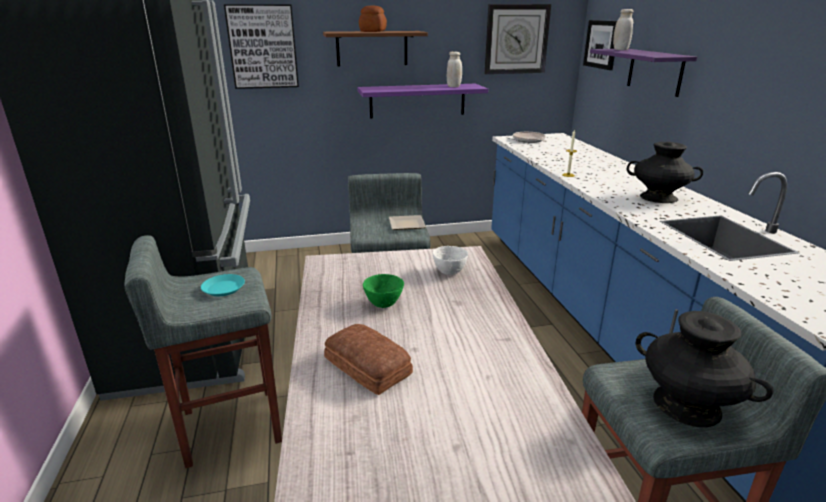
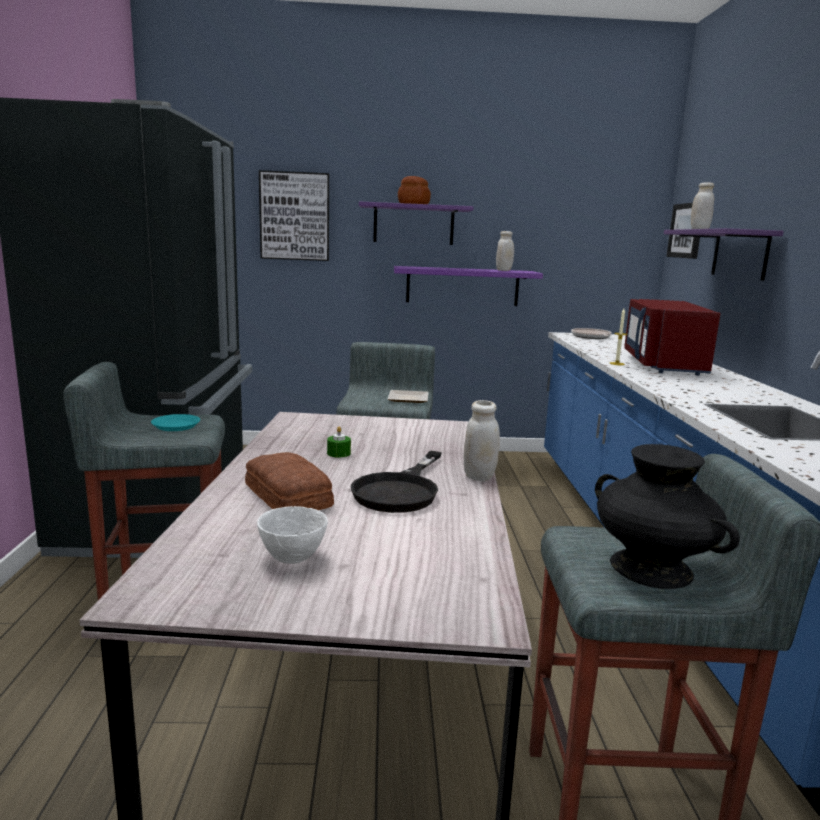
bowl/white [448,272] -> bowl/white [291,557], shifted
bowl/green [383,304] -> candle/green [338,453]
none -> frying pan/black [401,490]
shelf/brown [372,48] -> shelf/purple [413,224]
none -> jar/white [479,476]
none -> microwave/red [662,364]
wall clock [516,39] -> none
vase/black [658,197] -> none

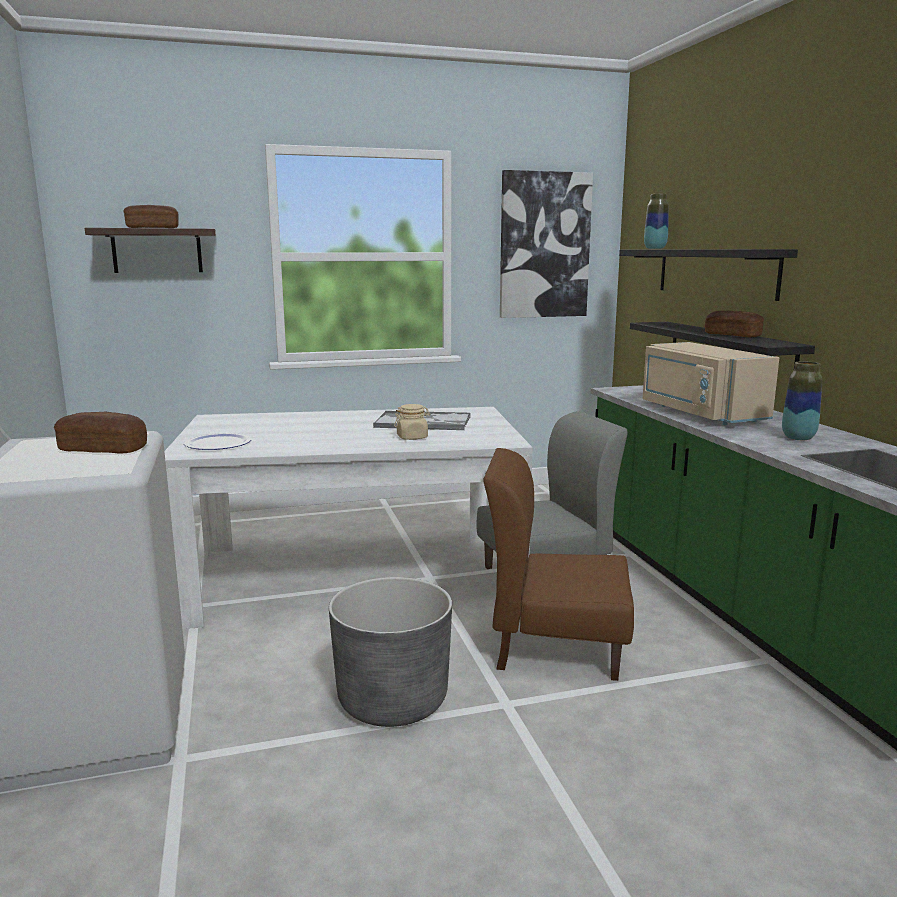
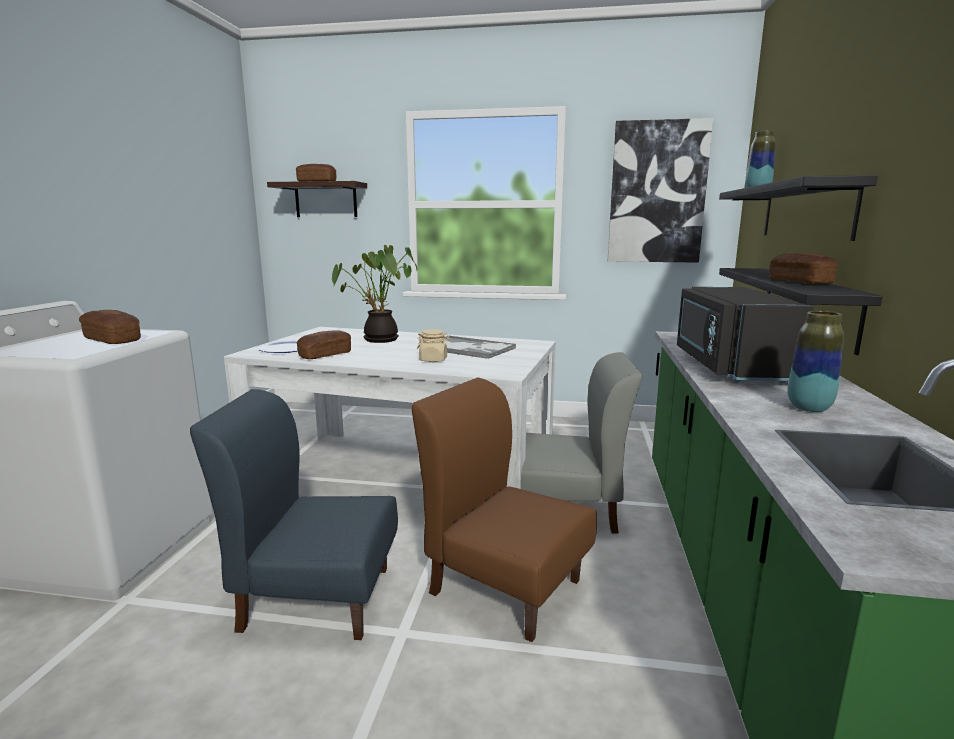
planter/grey [392,700] -> chair/blue [316,597]
none -> bread [325,355]
none -> potted plant [379,340]
microwave/beige [699,413] -> microwave/black [728,366]

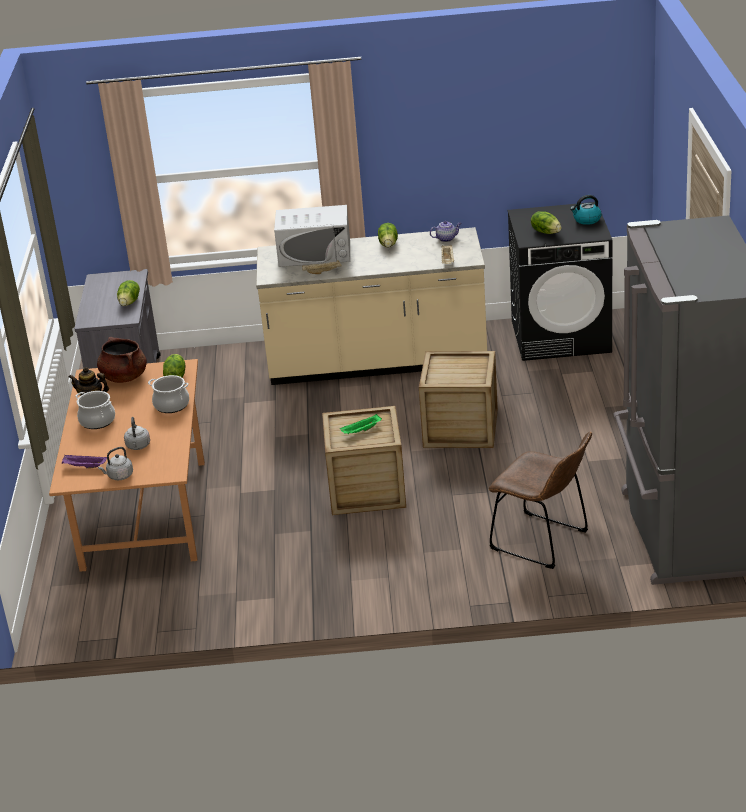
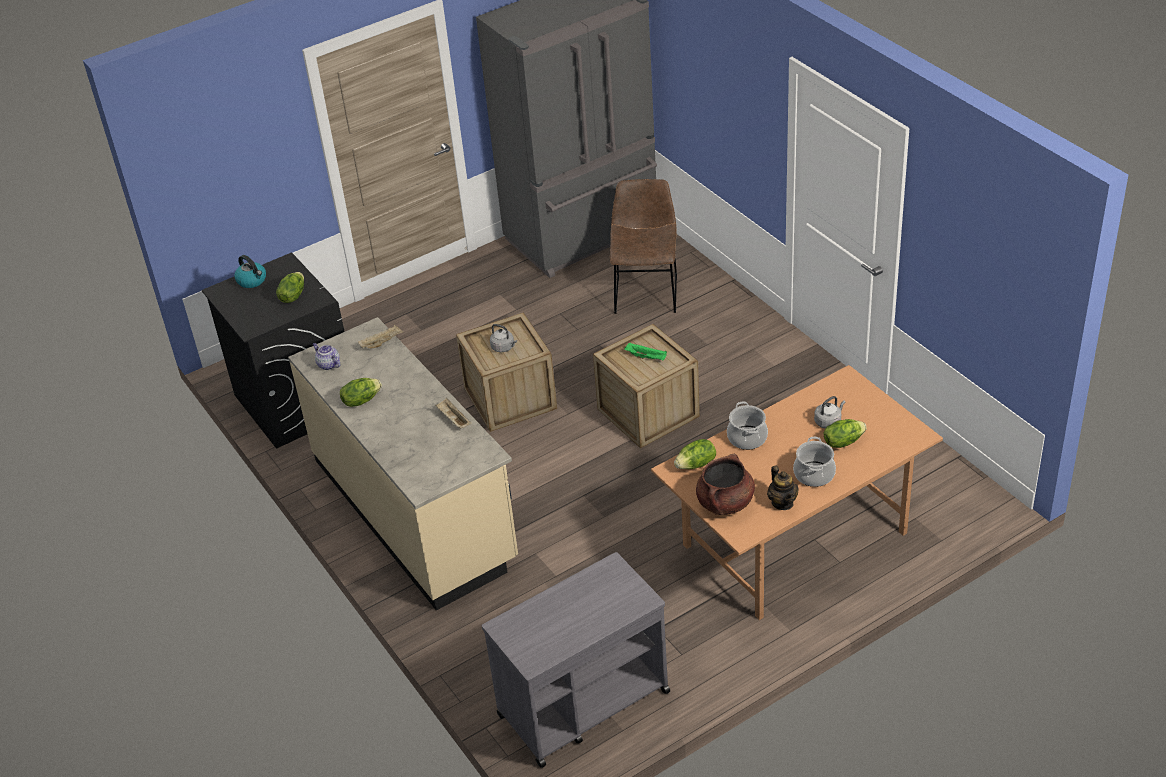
kettle/grey [119,476] -> kettle/grey [504,347], shifted
lettuce [129,302] -> lettuce [843,441], shifted
tray/purple [84,467] -> none
microwave/white [315,254] -> none

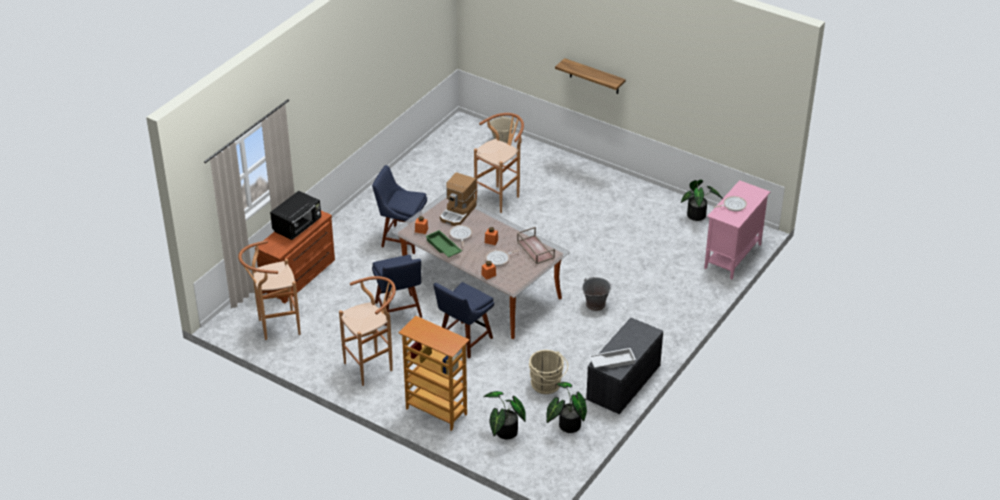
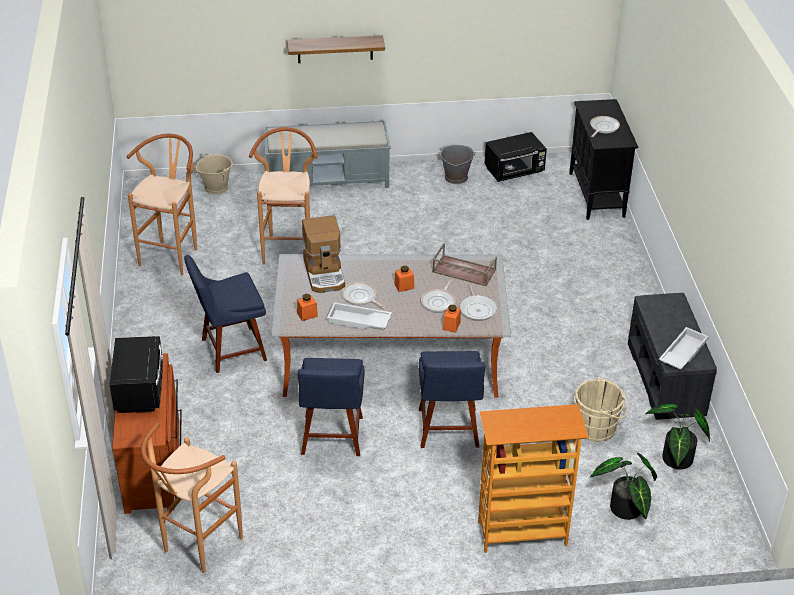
stool/brown [373,366] -> stool/brown [172,254], shifted
none -> bench/grey [328,179]
chair/blue [399,311] -> chair/blue [332,438], 60 degrees clockwise
tray/green [443,247] -> tray/white [358,321]
bucket/grey [595,304] -> bucket/grey [455,177], shifted
none -> frying pan [477,309]
potted plant [698,216] -> microwave/black [515,171]
cabinet/pink [732,257] -> cabinet/black [597,195]

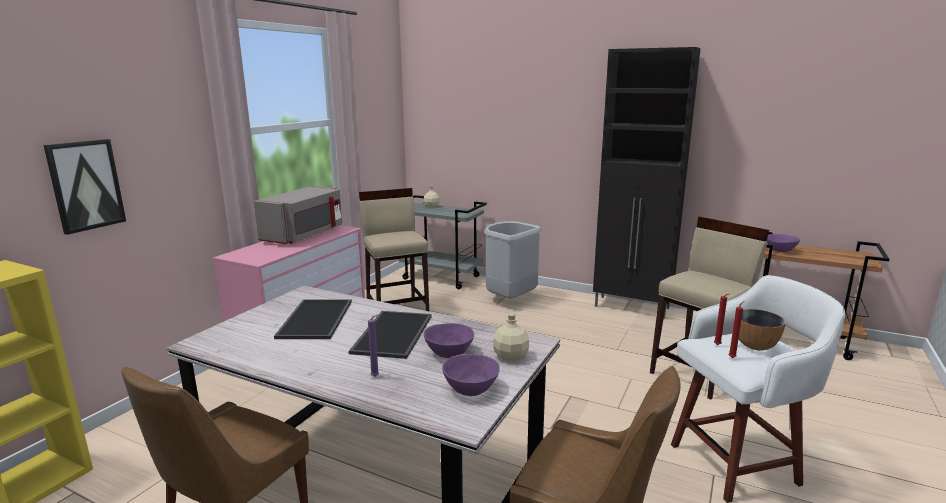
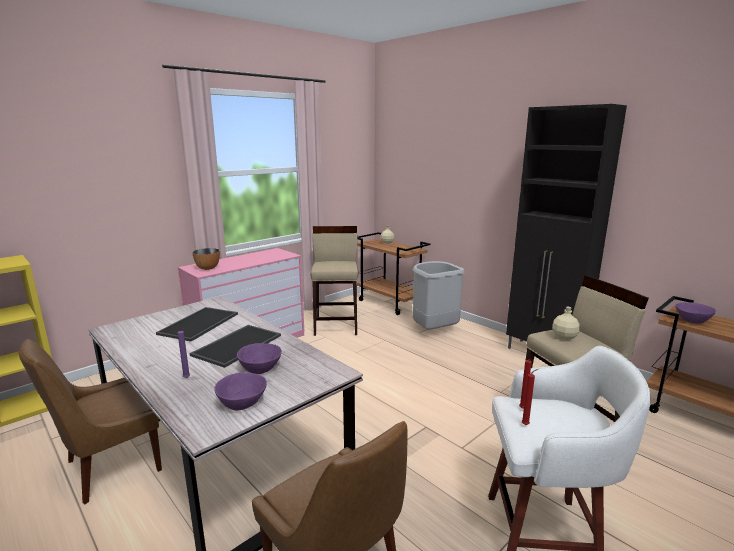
bowl [755,346] -> bowl [208,268], shifted
cart/grey [442,278] -> cart/brown [390,303]
bottle/beige [510,356] -> bottle/beige [564,336], shifted
picture [85,185] -> none
microwave/grey [304,235] -> none

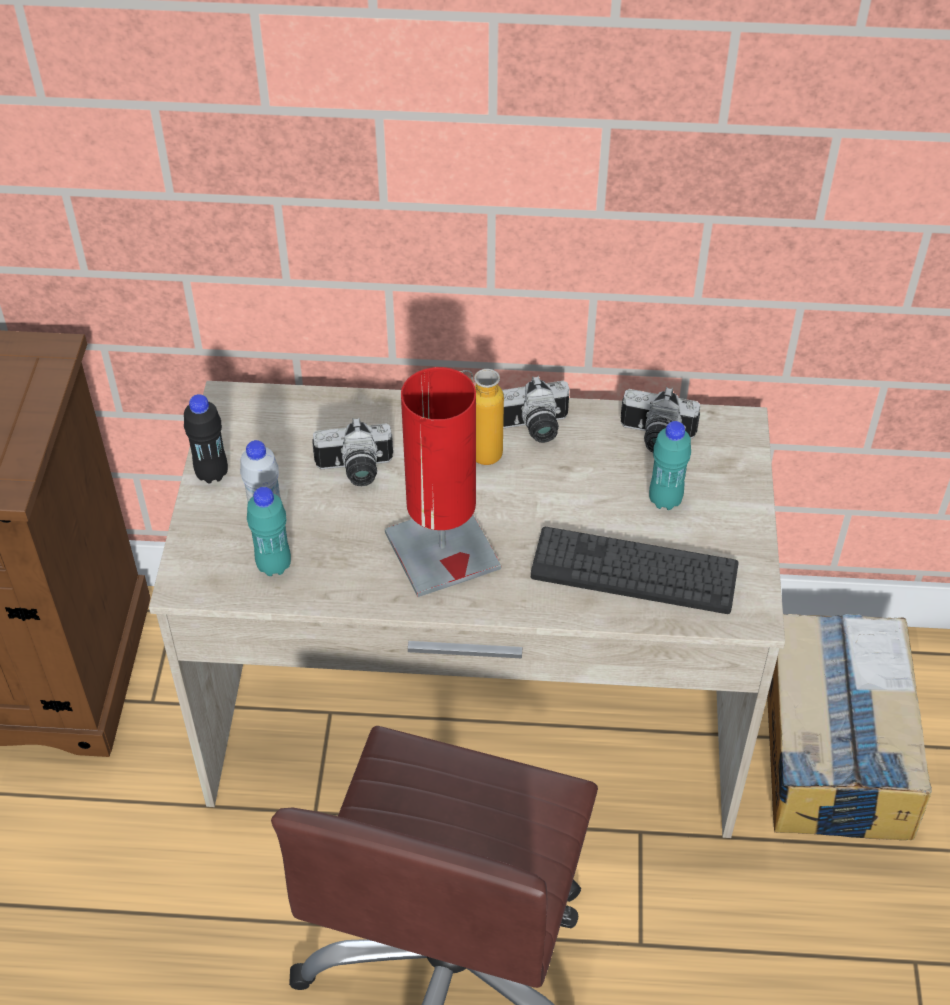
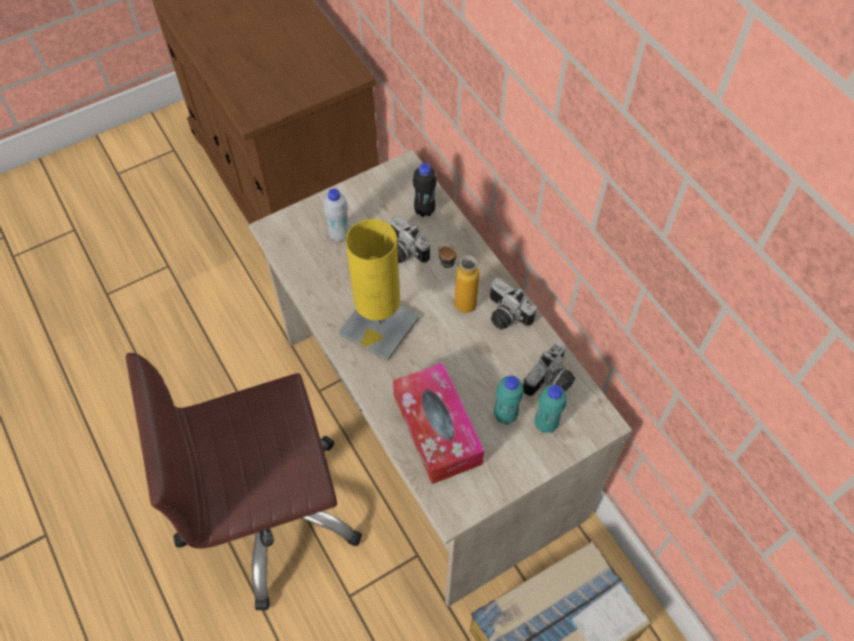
table lamp/red [442,550] -> table lamp/yellow [379,326]
keyboard [634,571] -> tissue box [437,429]
bottle/black [212,473] -> bottle/black [424,210], shifted
photo camera [655,438] -> photo camera [551,382], 120 degrees counterclockwise
bottle/turquoise [274,565] -> bottle/turquoise [545,424], shifted

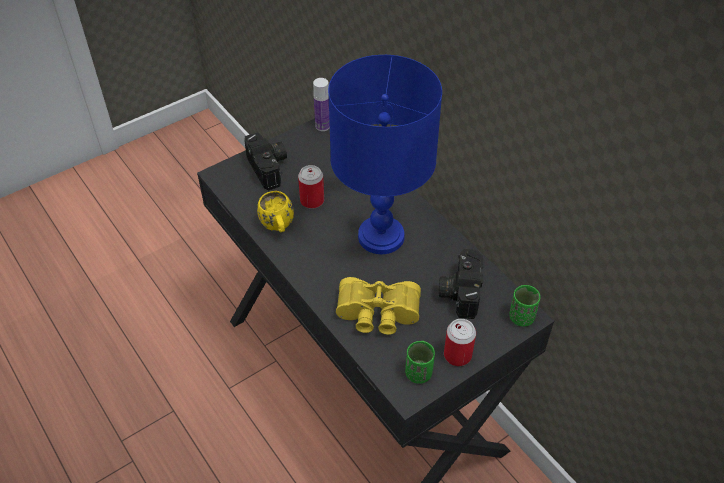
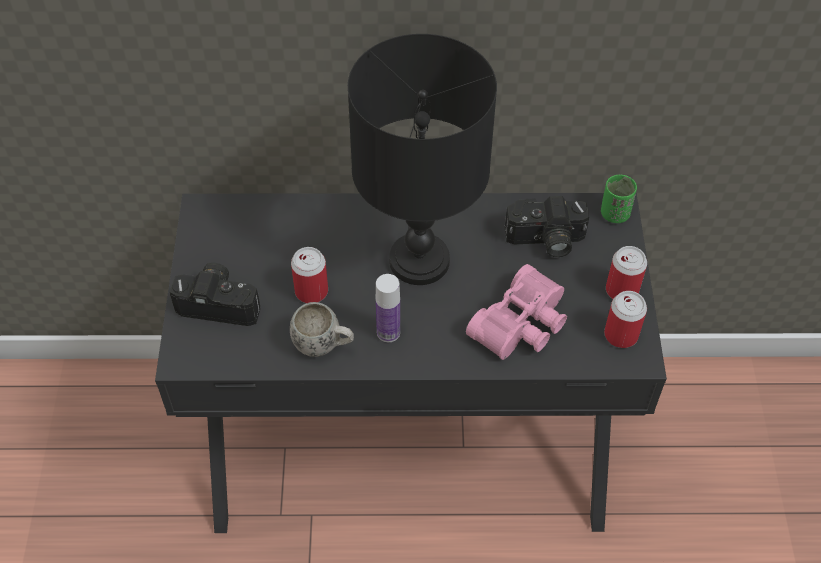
mug/yellow [278,227] -> mug/white [324,345]
table lamp/blue [380,235] -> table lamp/black [418,260]
bottle [322,126] -> bottle [388,332], shifted
binoculars/yellow [377,315] -> binoculars/pink [523,325]
photo camera [459,291] -> photo camera [545,240], 45 degrees counterclockwise
cup/green [418,373] -> can [621,335]

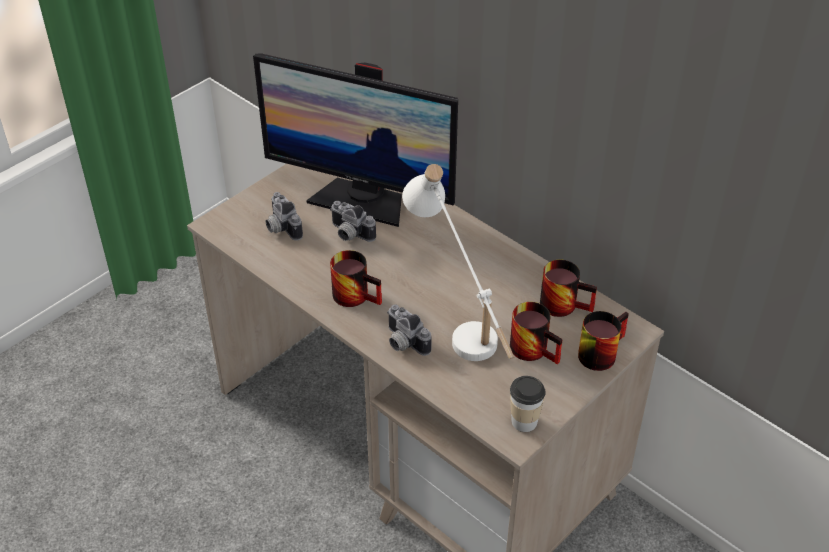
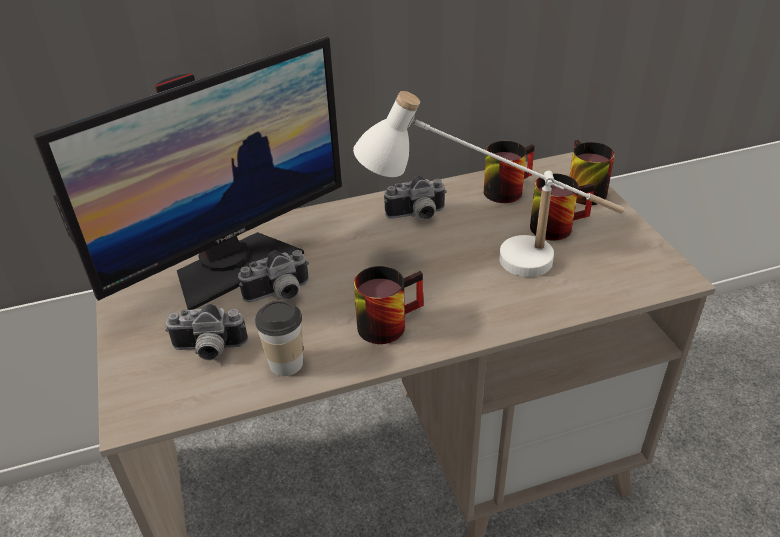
cup [524,421] -> cup [286,363], shifted
photo camera [403,343] -> photo camera [417,216], shifted

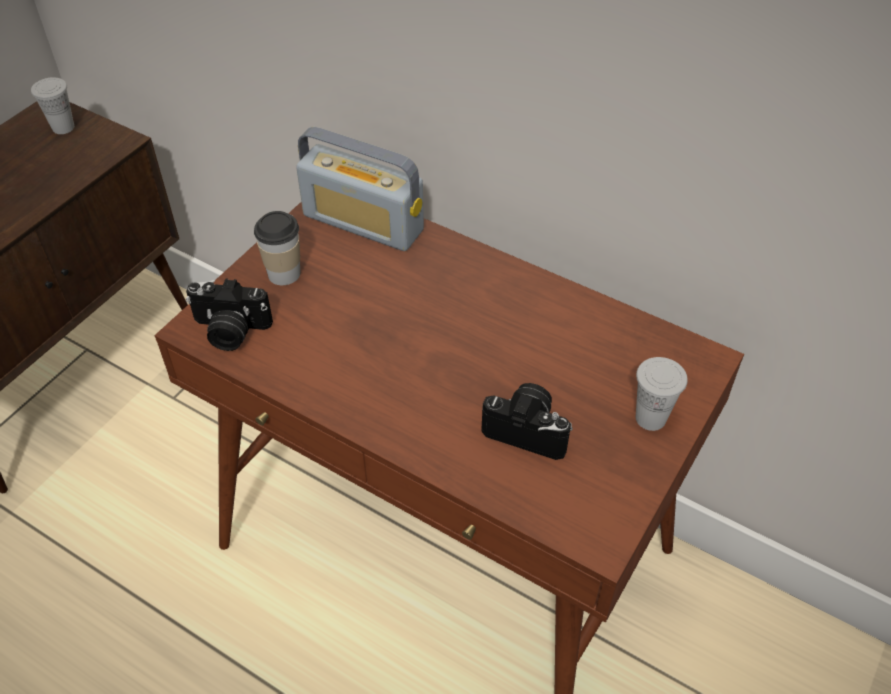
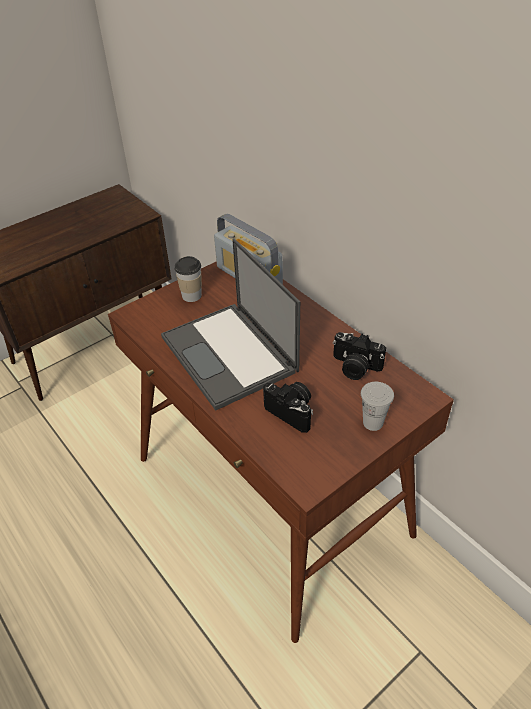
none -> laptop [230,354]
photo camera [230,331] -> photo camera [354,367], shifted
cup/white [63,127] -> none

